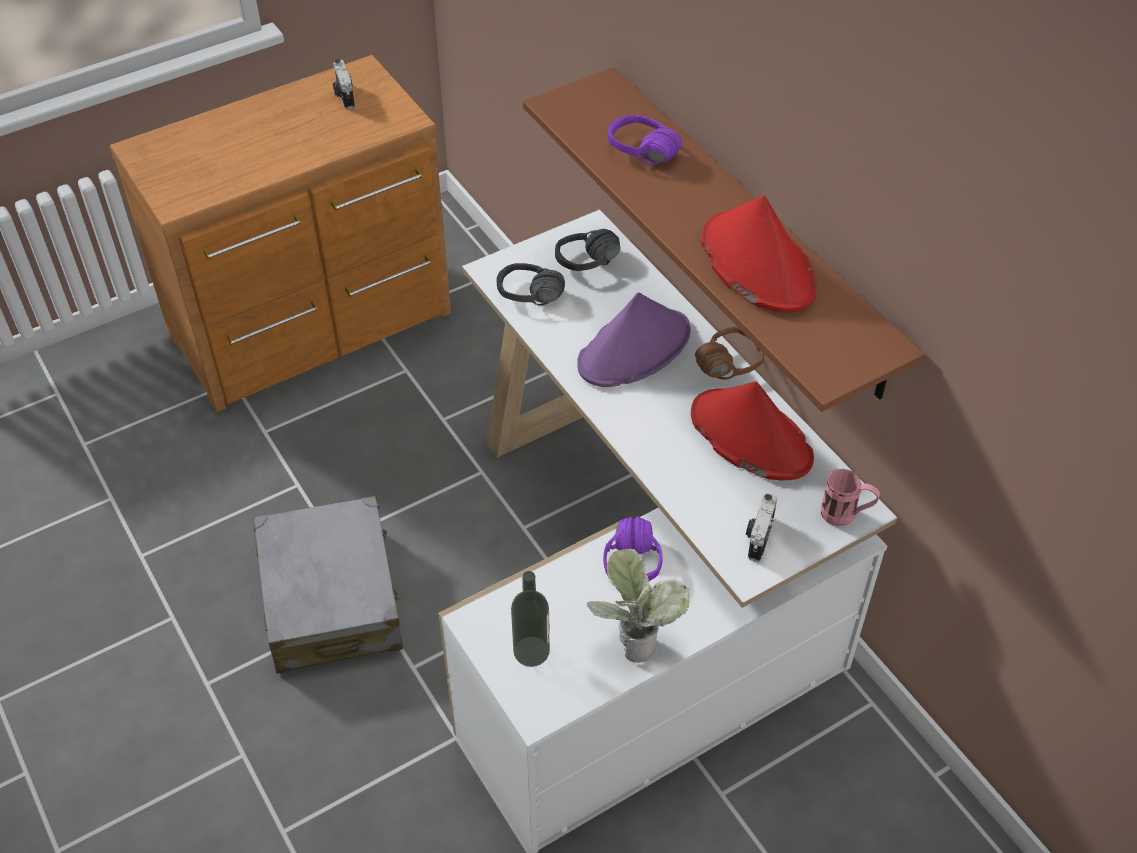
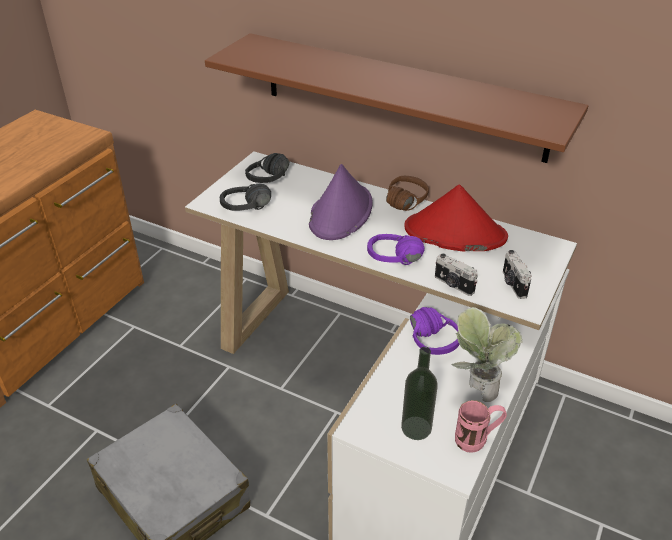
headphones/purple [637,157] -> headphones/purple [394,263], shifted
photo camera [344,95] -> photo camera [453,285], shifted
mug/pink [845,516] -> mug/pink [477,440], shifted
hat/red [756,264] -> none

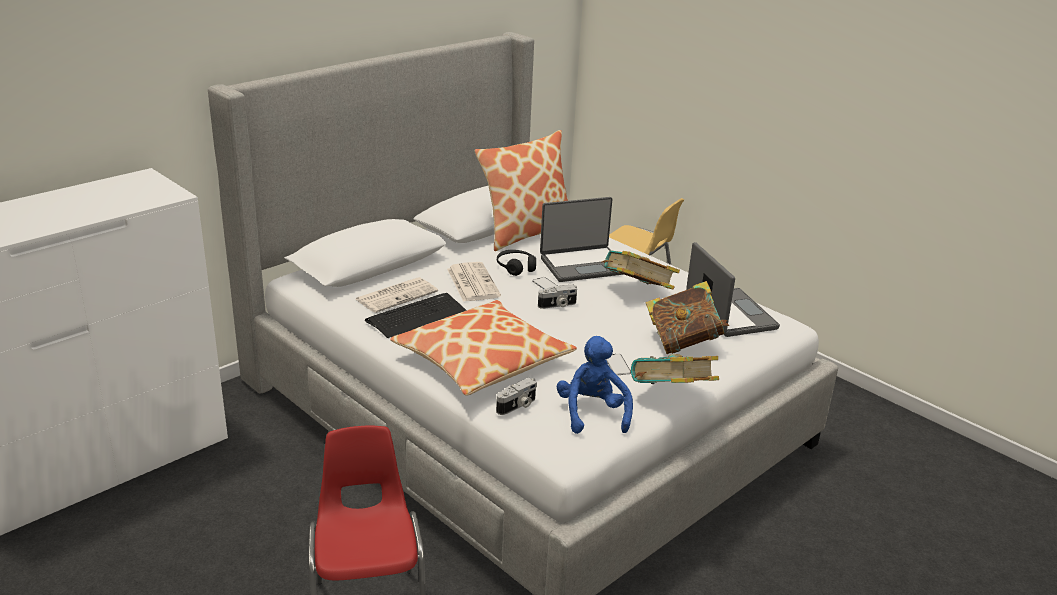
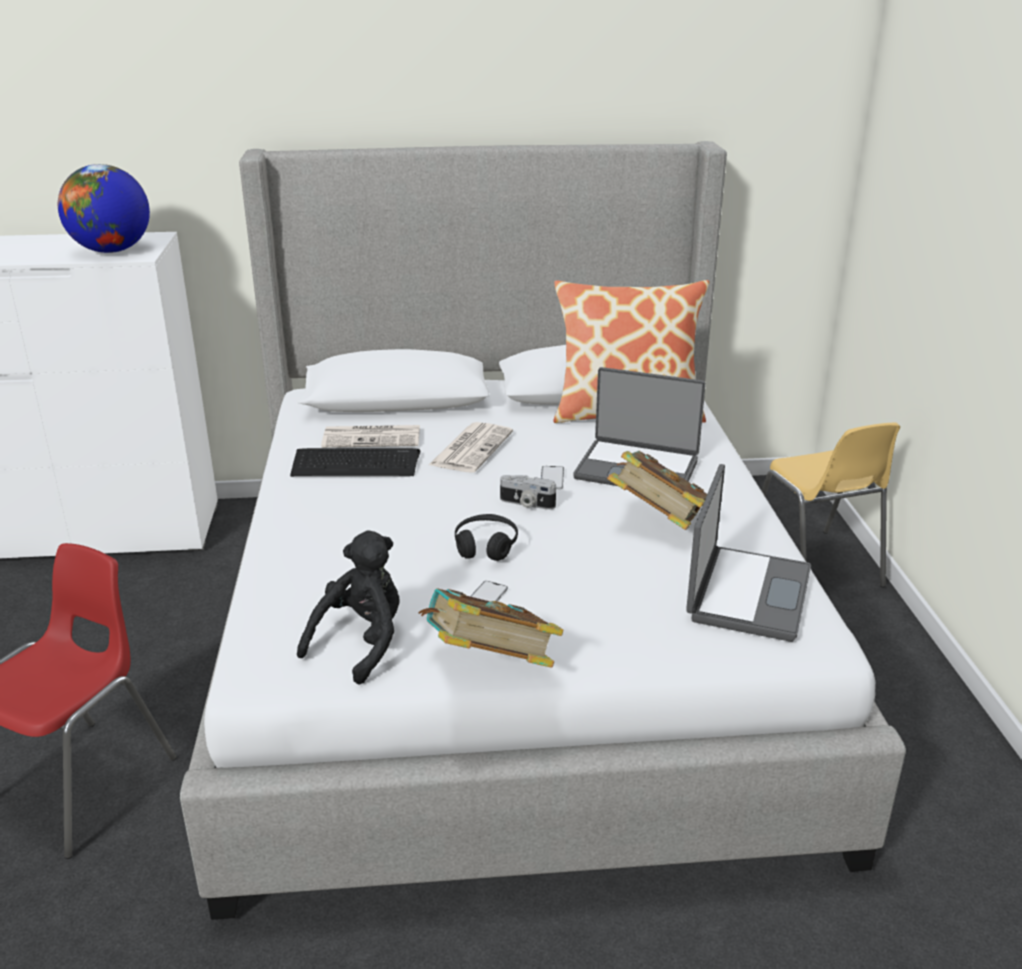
none -> globe [112,251]
plush toy/blue [592,413] -> plush toy/black [361,643]
headphones/black [516,267] -> headphones/black [486,546], shifted
pillow [482,361] -> none
photo camera [517,406] -> none
book [683,343] -> none

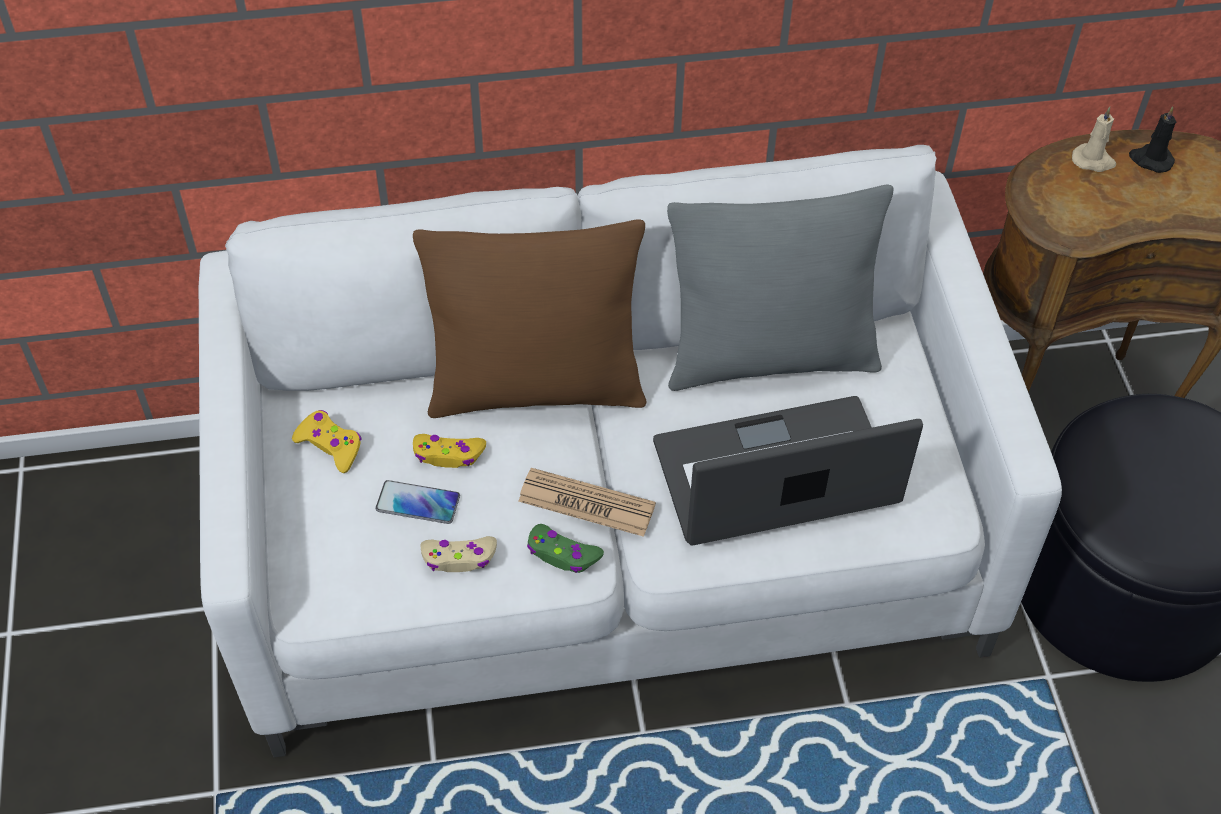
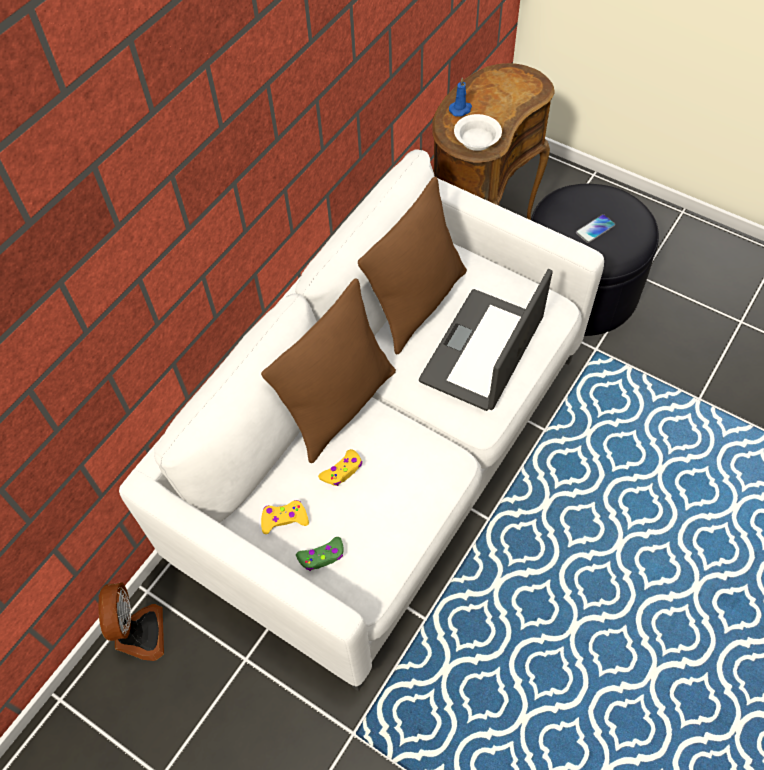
none -> fan [139,634]
game controller/green [562,554] -> game controller/green [322,556], shifted
pillow/grey [770,358] -> pillow/brown [417,304]
candle/beige [1093,160] -> candle/blue [461,109]
none -> bowl/white [476,141]
phone [418,503] -> phone [595,229], shifted
game controller/beige [459,558] -> none
newspaper [586,503] -> none
candle/black [1150,160] -> none

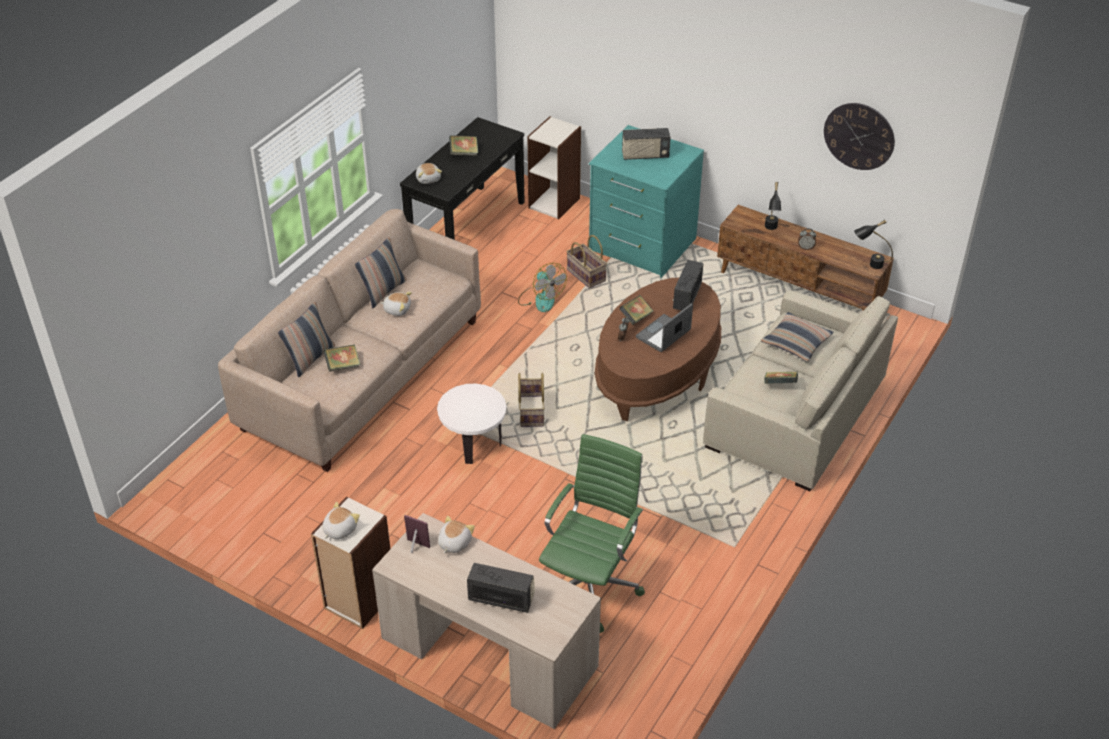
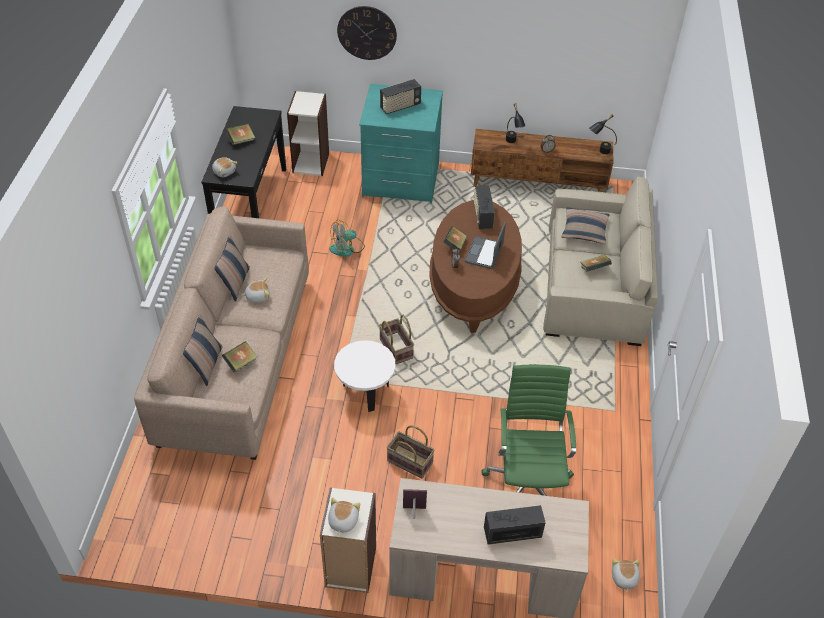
fan [541,299] -> fan [347,248], 120 degrees clockwise
wall clock [859,136] -> wall clock [367,33], shifted
basket [585,275] -> basket [409,462], shifted
plush toy [454,543] -> plush toy [624,578], shifted

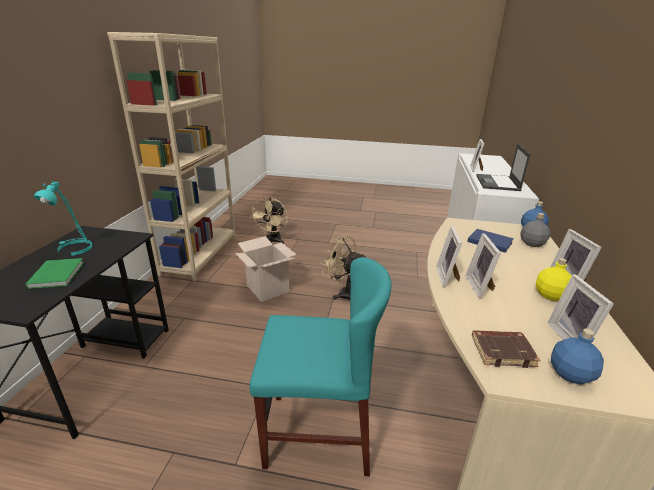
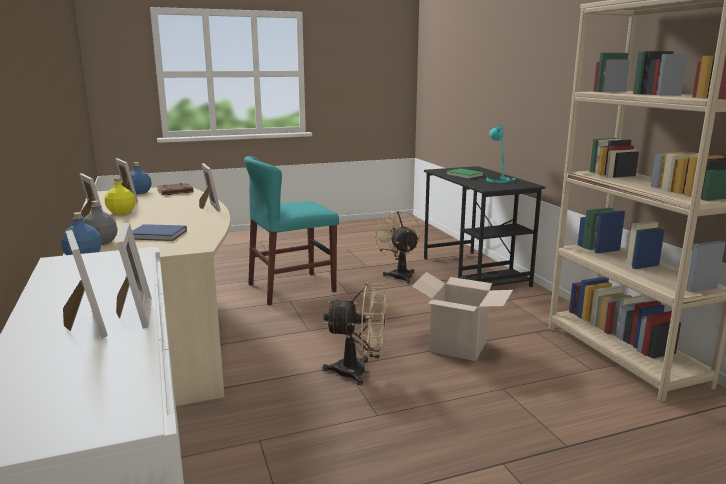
picture frame [480,287] -> picture frame [84,326], shifted
fan/beige [272,241] -> fan/beige [399,275], shifted
laptop [497,183] -> none

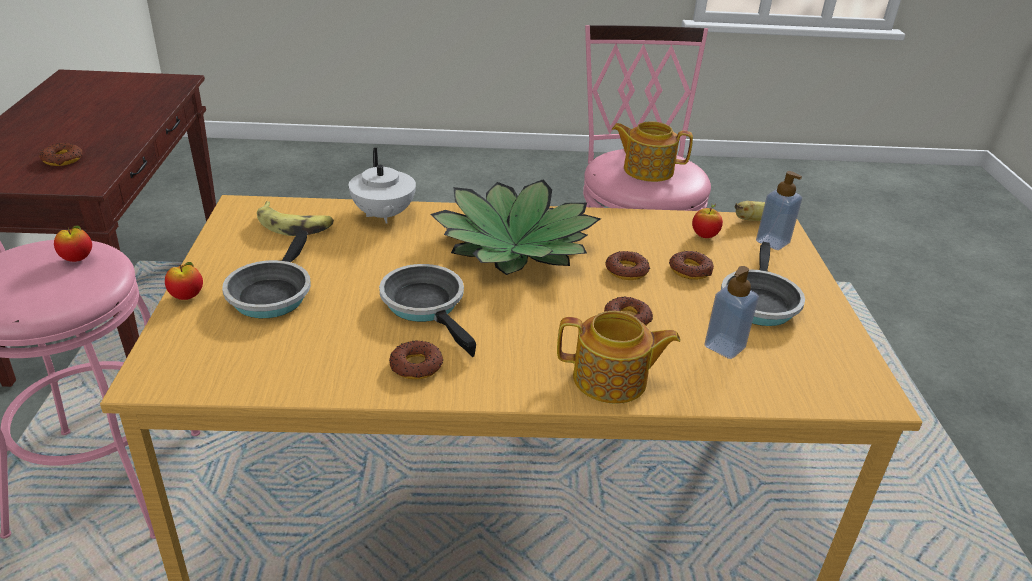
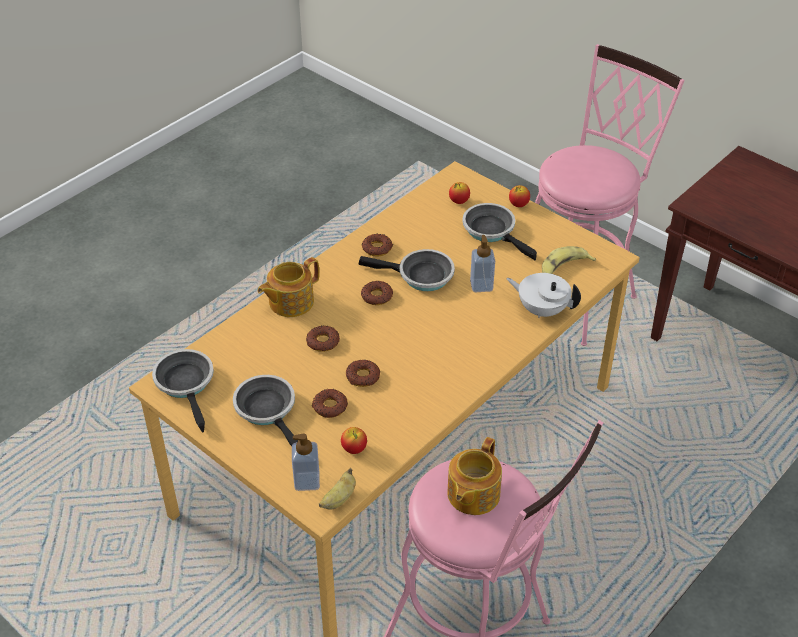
none -> frying pan [186,384]
donut [62,159] -> donut [376,296], shifted
teapot [647,170] -> teapot [472,494], 150 degrees clockwise
apple [77,259] -> apple [459,201], shifted
soap dispenser [724,346] -> soap dispenser [481,285], shifted
potted plant [515,245] -> none

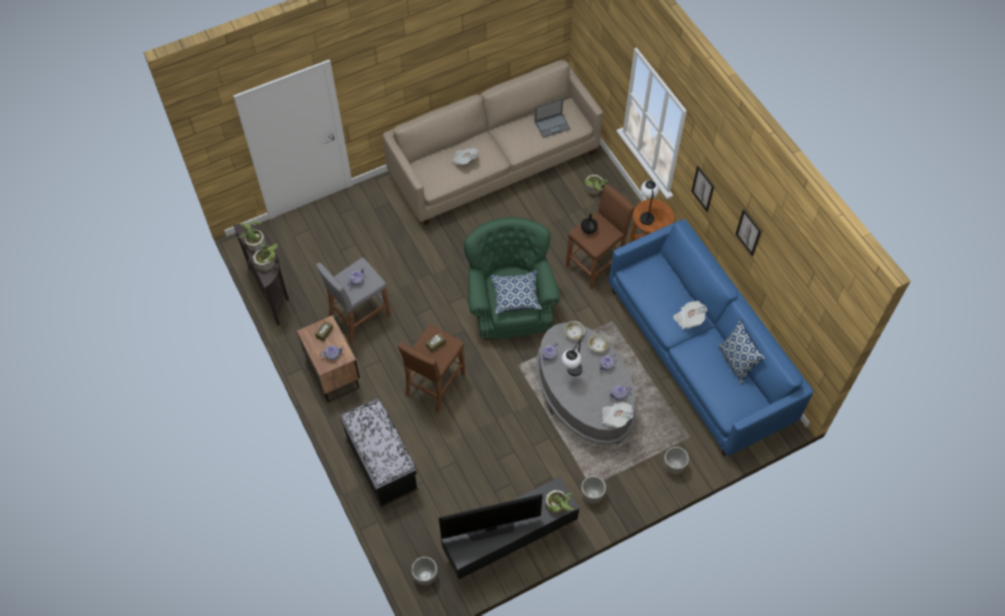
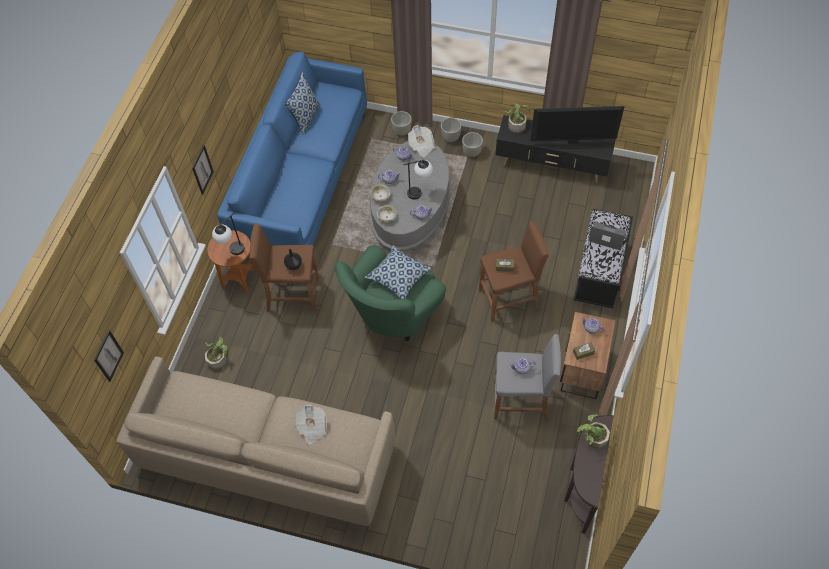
picture [748,232] -> picture [108,356], shifted
planter/grey [425,576] -> planter/grey [451,137], shifted
television [491,527] -> television [572,142], 150 degrees clockwise
laptop [552,125] -> laptop [606,236], shifted
potted plant [254,242] -> none
newspaper [688,319] -> none

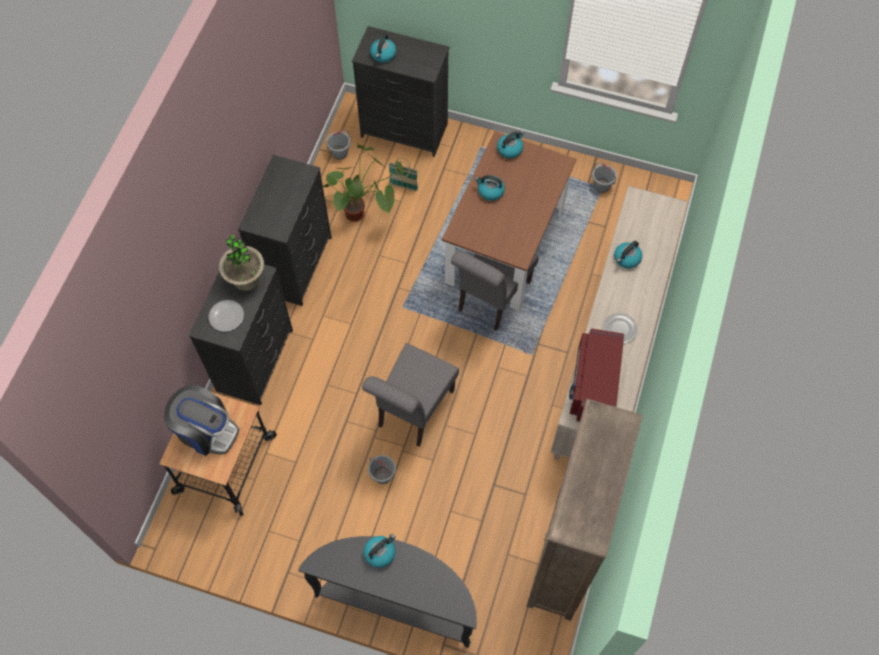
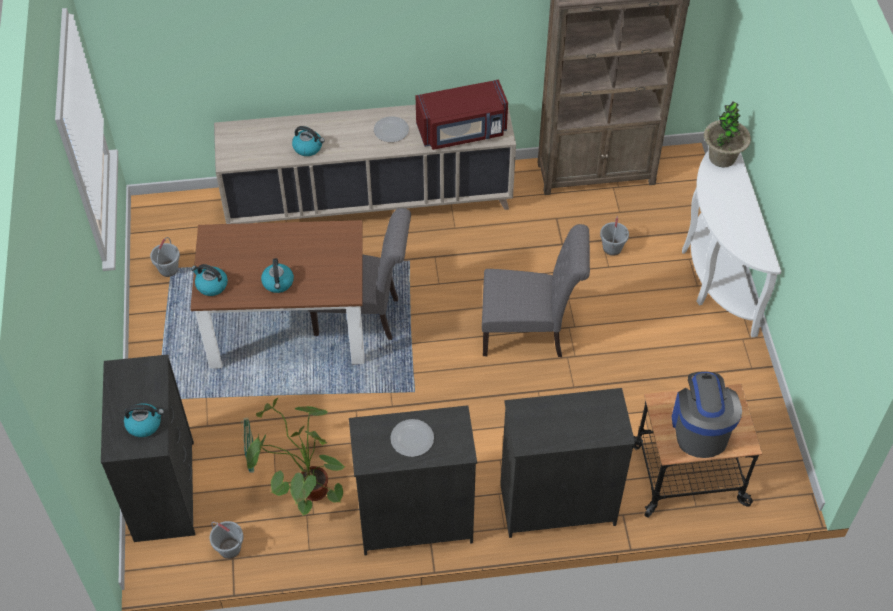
plate [226,316] -> plate [412,439], shifted
bucket/grey [383,475] -> bucket/grey [612,248], shifted
console table/black [398,600] -> console table/white [714,273]
potted plant [246,279] -> potted plant [722,157], shifted
kettle [380,552] -> none

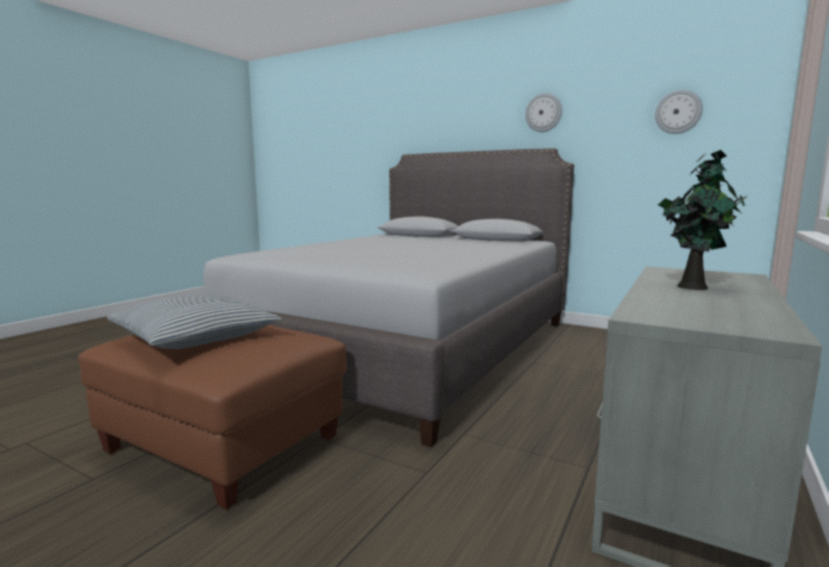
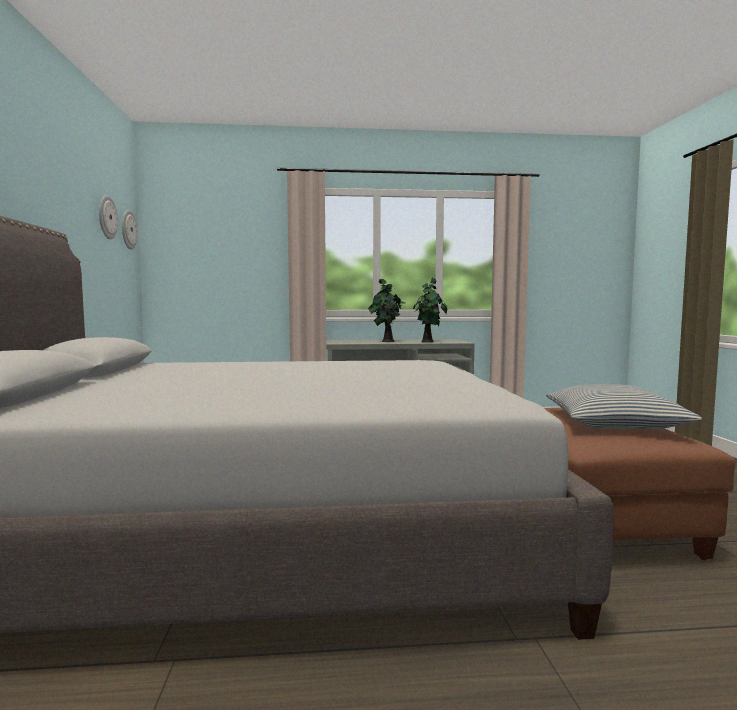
wall clock [543,113] -> wall clock [128,229], shifted
none -> potted plant [428,342]

